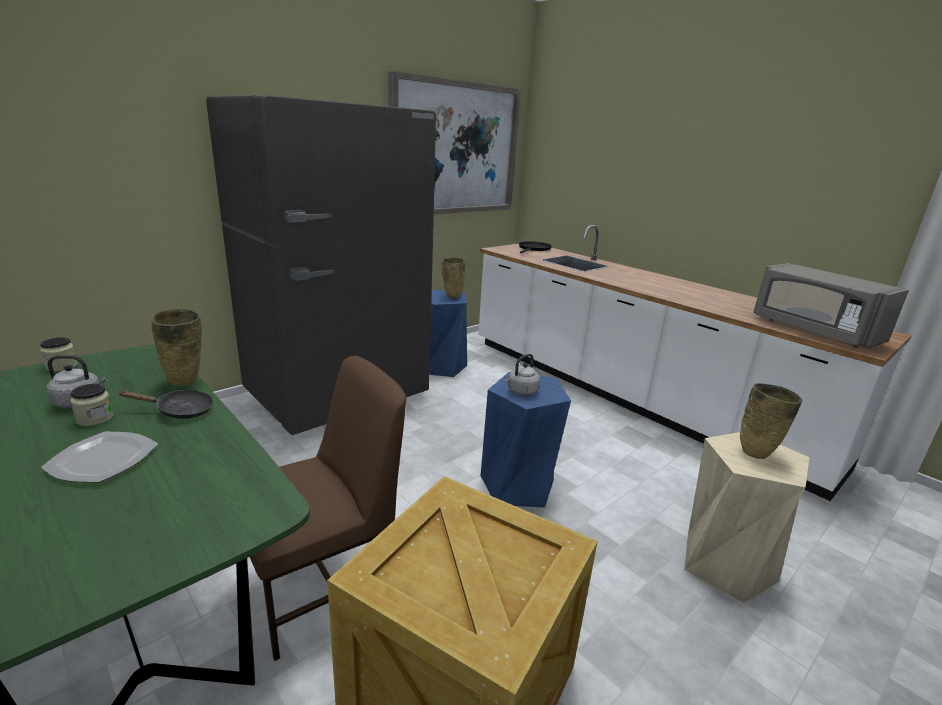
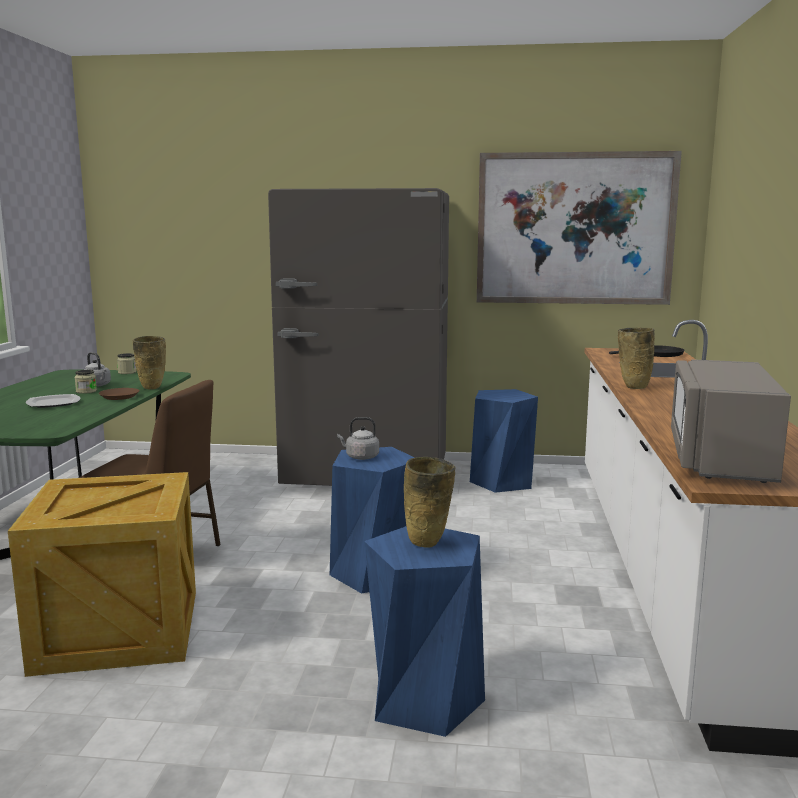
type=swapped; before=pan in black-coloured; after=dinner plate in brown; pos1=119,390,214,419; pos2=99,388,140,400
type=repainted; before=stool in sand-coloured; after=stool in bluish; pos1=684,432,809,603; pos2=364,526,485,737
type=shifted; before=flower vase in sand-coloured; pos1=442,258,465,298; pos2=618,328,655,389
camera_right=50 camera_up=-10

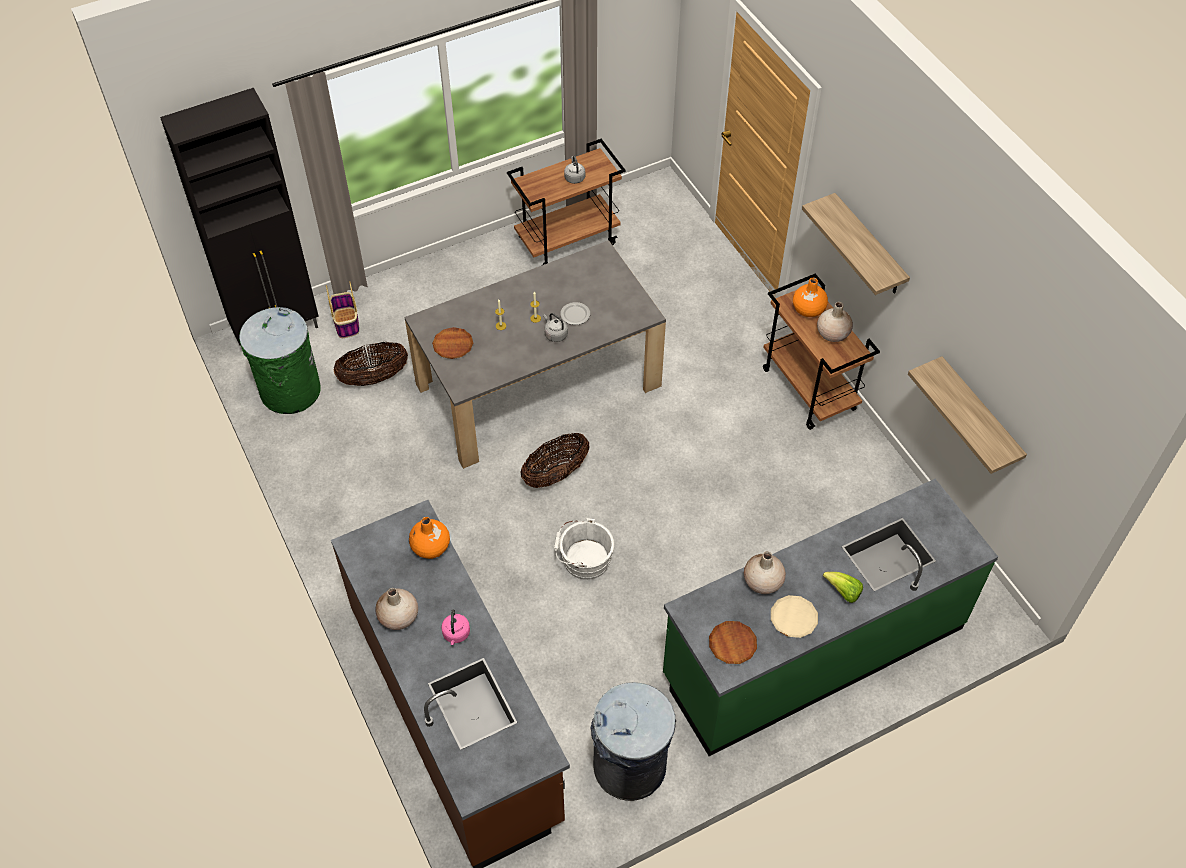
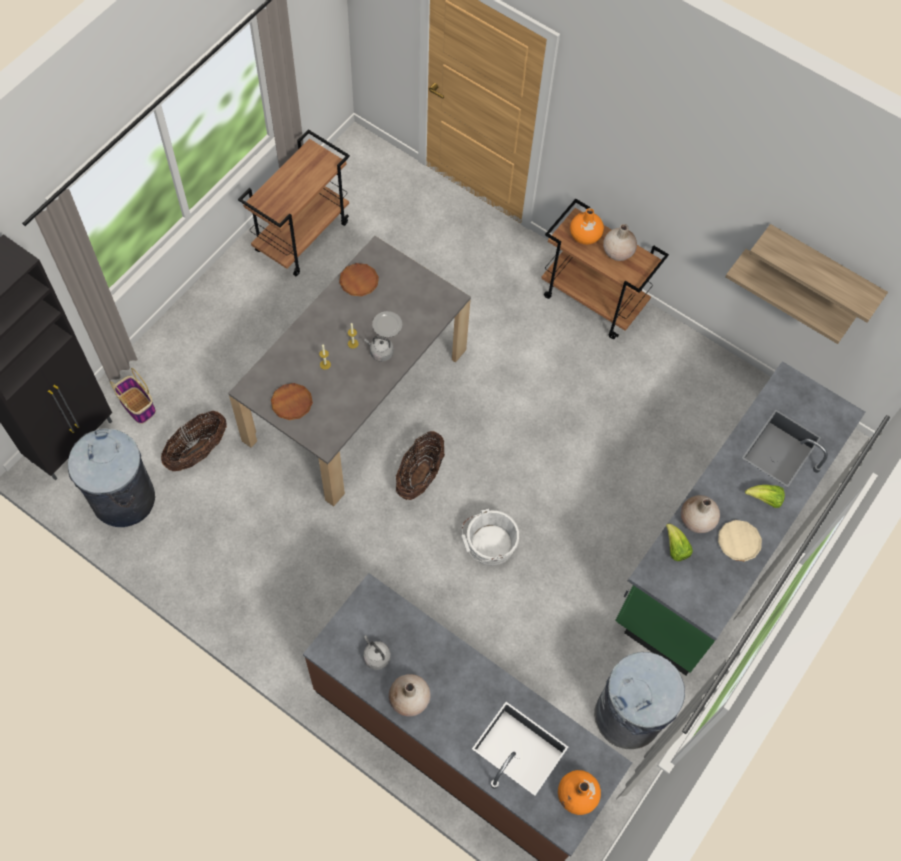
type=repainted; before=waste bin in green; after=waste bin in grey; pos1=239,307,321,414; pos2=68,428,155,527
type=shifted; before=dinner plate in brown; pos1=709,621,757,664; pos2=339,263,379,296
type=shifted; before=kettle in grey; pos1=564,156,585,184; pos2=363,635,391,670
type=shifted; before=flower vase in orange-coloured; pos1=409,517,450,559; pos2=558,770,601,815
type=new; after=lettuce; pos2=666,523,693,561
type=shifted; before=shelf; pos1=802,193,910,295; pos2=749,224,888,323
type=gone; before=kettle in pinkish; pos1=441,609,470,645
camera_right=-30 camera_up=10

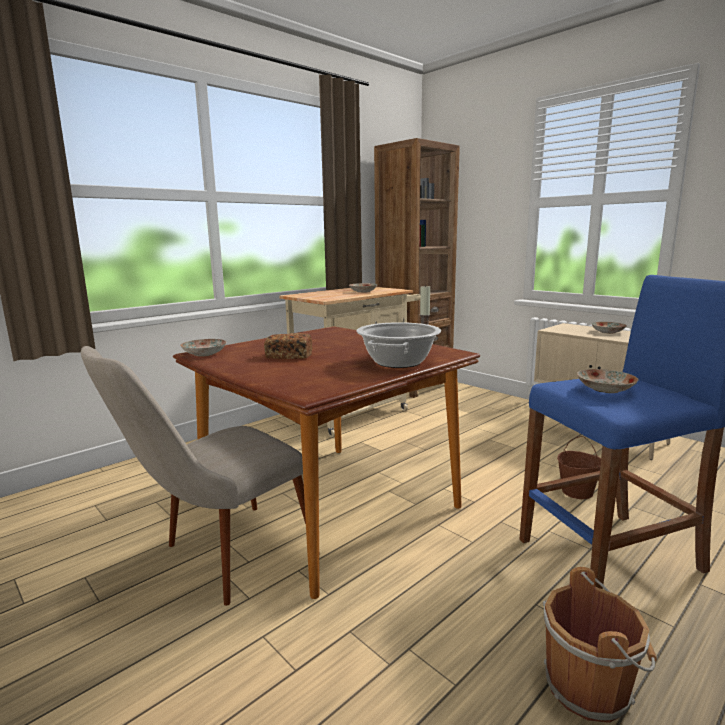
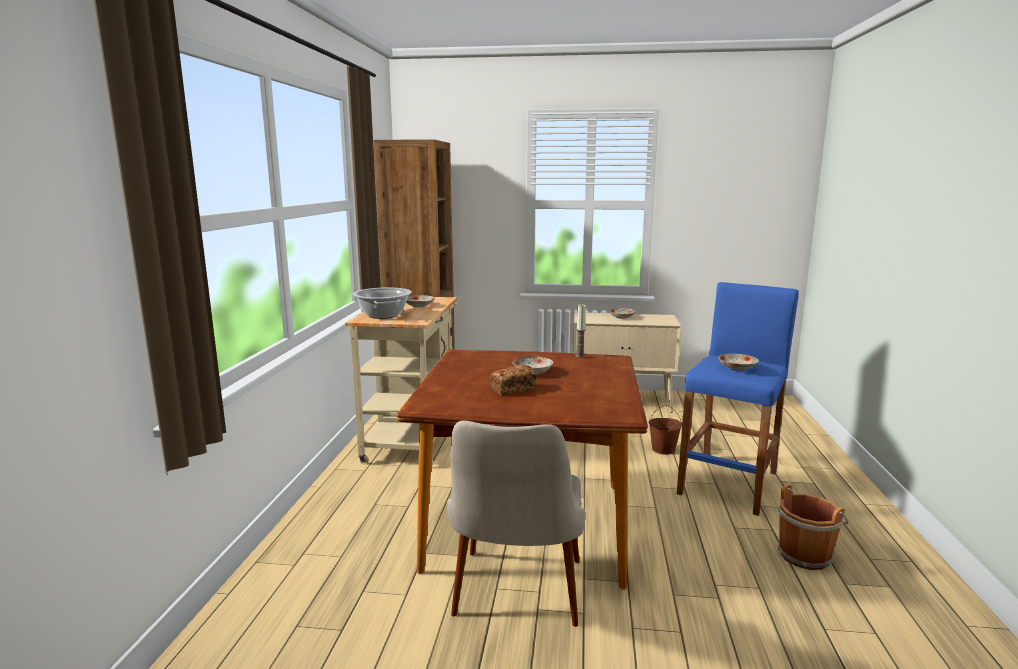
type=shifted; before=stockpot; pos1=356,322,441,368; pos2=353,287,412,319
type=shifted; before=dinner plate; pos1=180,339,226,356; pos2=512,356,553,374
camera_right=-40 camera_up=0

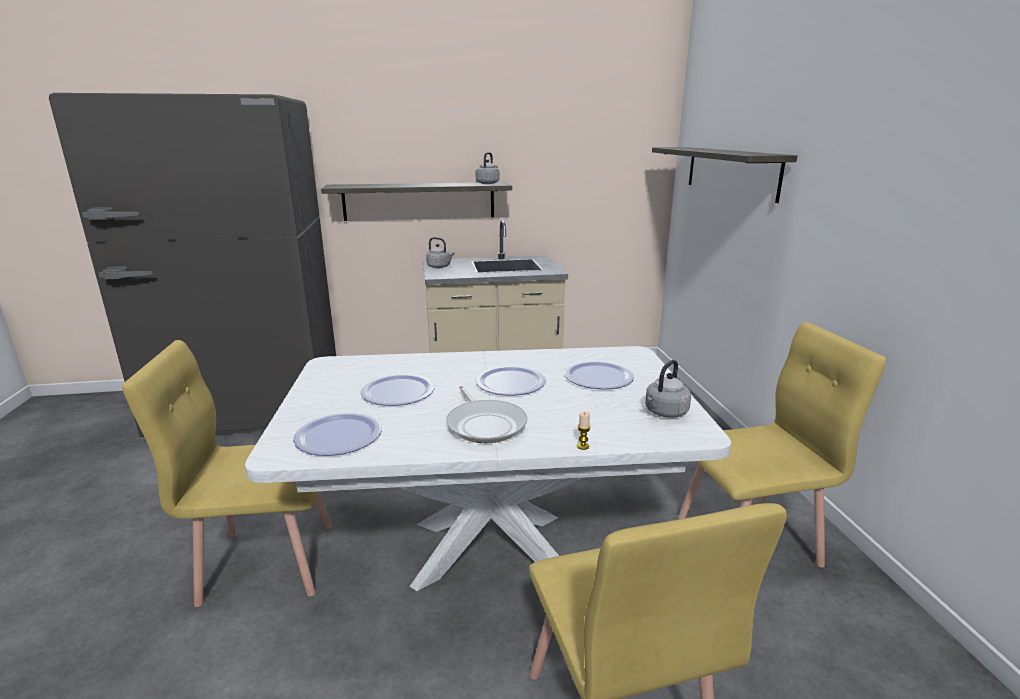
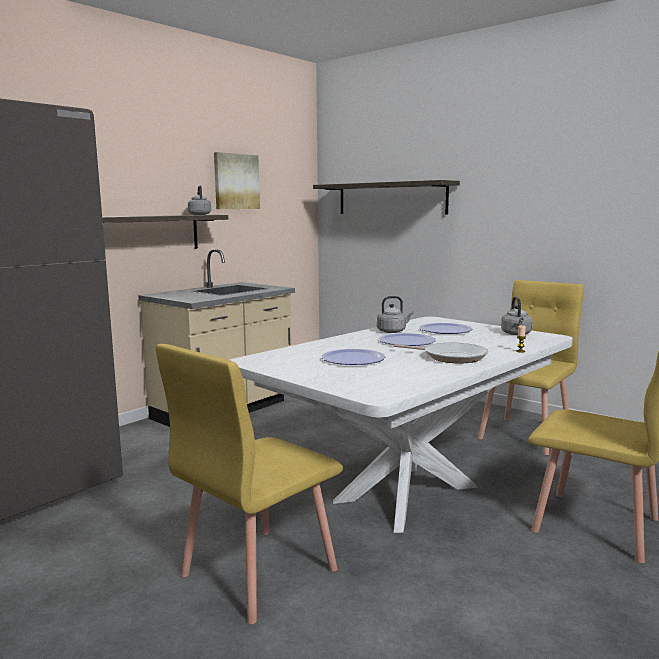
type=new; after=wall picture; pos2=214,152,260,209
type=shifted; before=kettle in grey; pos1=426,237,454,268; pos2=377,296,414,333
type=gone; before=dinner plate; pos1=293,413,382,456
camera_right=-40 camera_up=-10

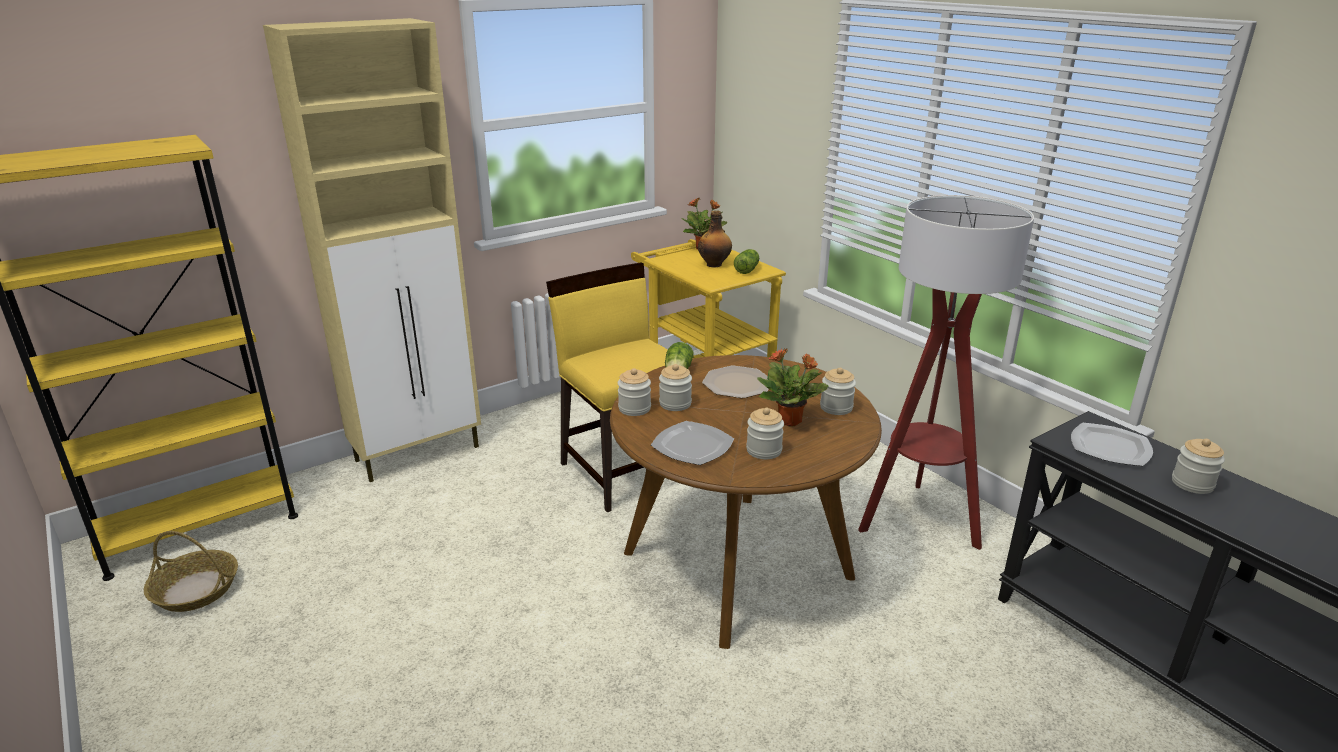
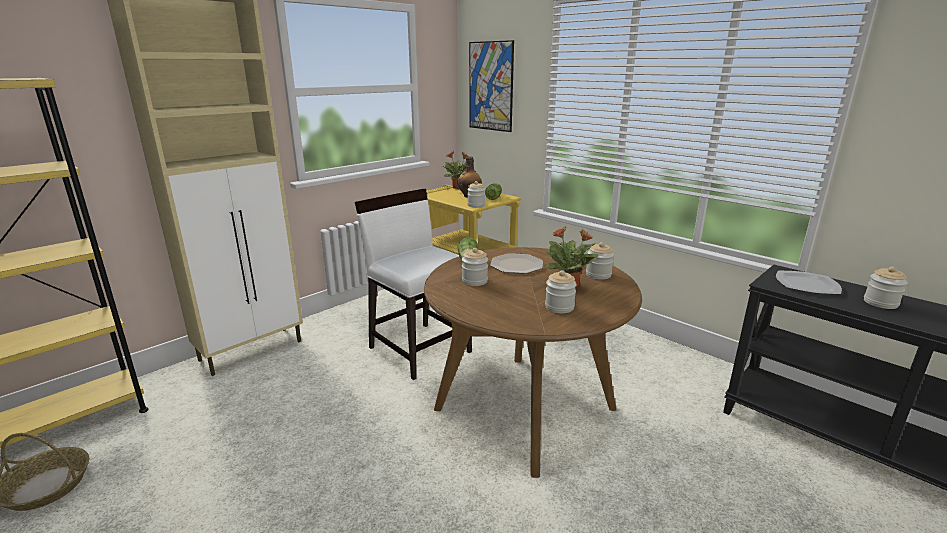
type=repainted; before=chair in yellowish; after=chair in white-coloured; pos1=546,262,668,512; pos2=355,189,472,380
type=shifted; before=preserve jar; pos1=618,368,651,416; pos2=467,181,485,207
type=new; after=wall picture; pos2=469,40,514,132
type=gone; before=dinner plate; pos1=651,421,734,465
type=gone; before=floor lamp; pos1=858,195,1034,550
camera_right=-10 camera_up=-5

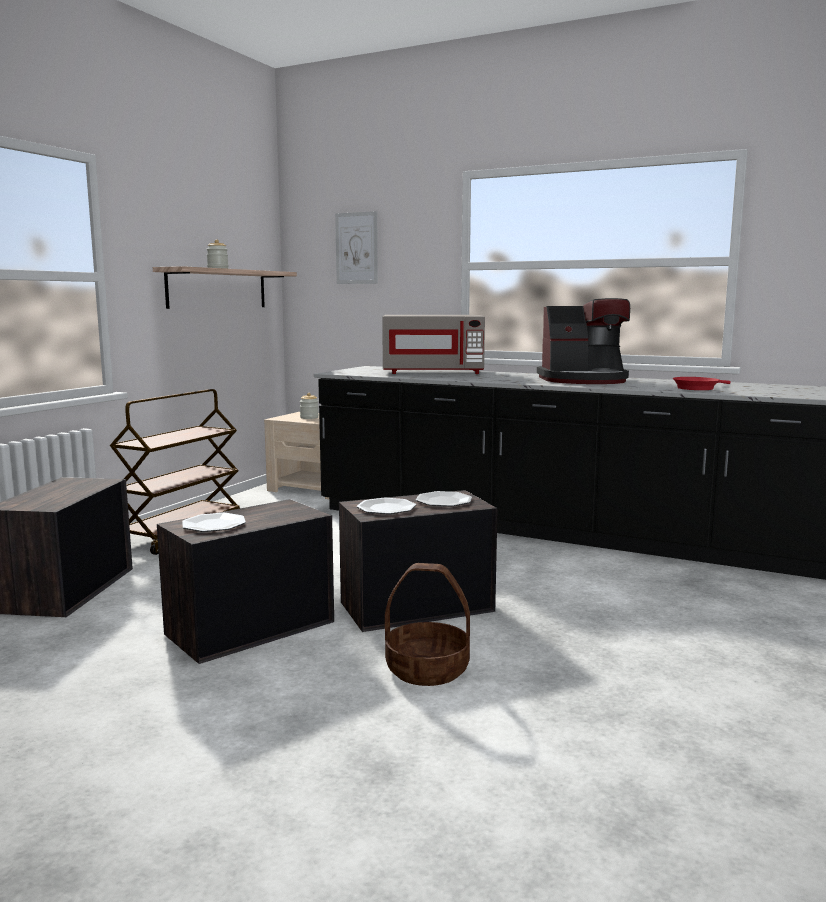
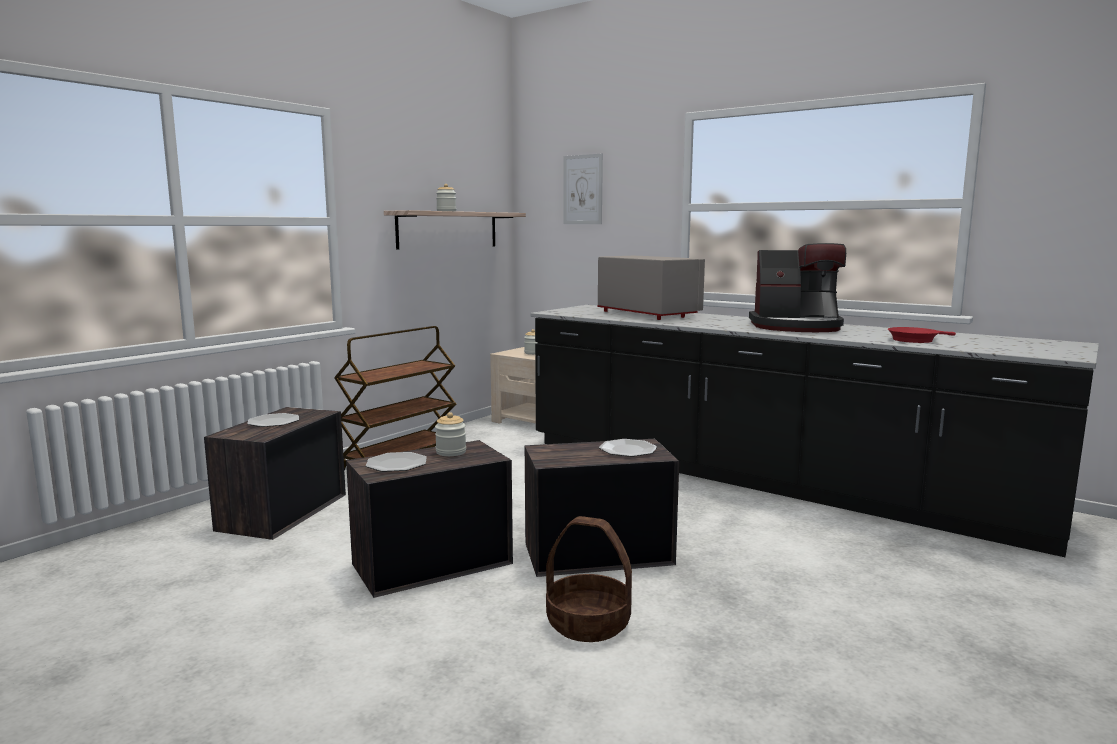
type=shifted; before=dinner plate; pos1=357,498,416,514; pos2=247,413,299,427
type=new; after=preserve jar; pos2=435,412,466,456
type=rotated; before=microwave oven in grey; pos1=382,315,485,374; pos2=597,256,705,320; turn=-135
camera_right=10 camera_up=0

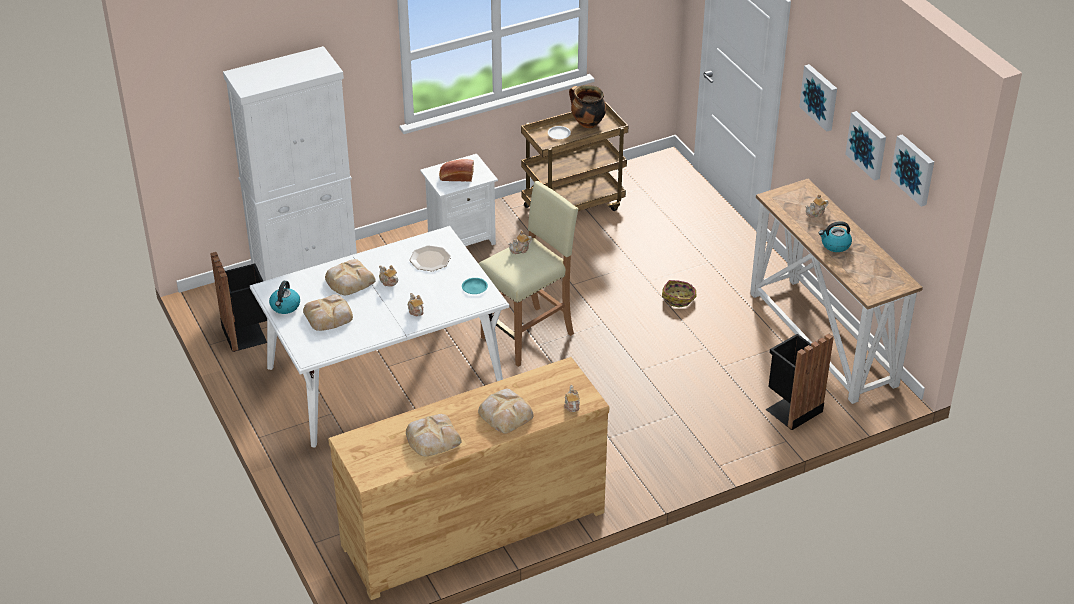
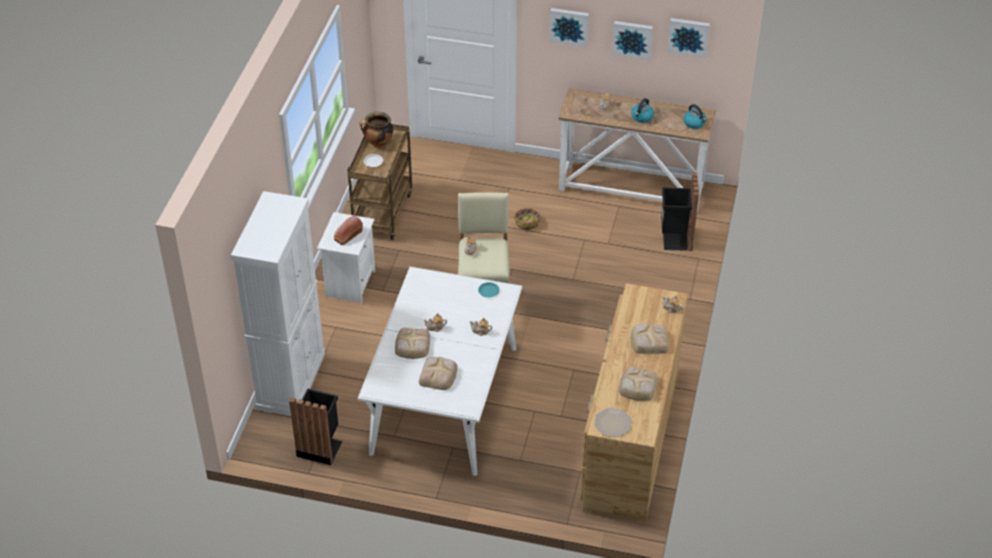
type=shifted; before=dinner plate; pos1=409,245,451,271; pos2=594,408,632,437
type=shifted; before=kettle; pos1=269,281,300,314; pos2=684,104,707,129
camera_right=-50 camera_up=5

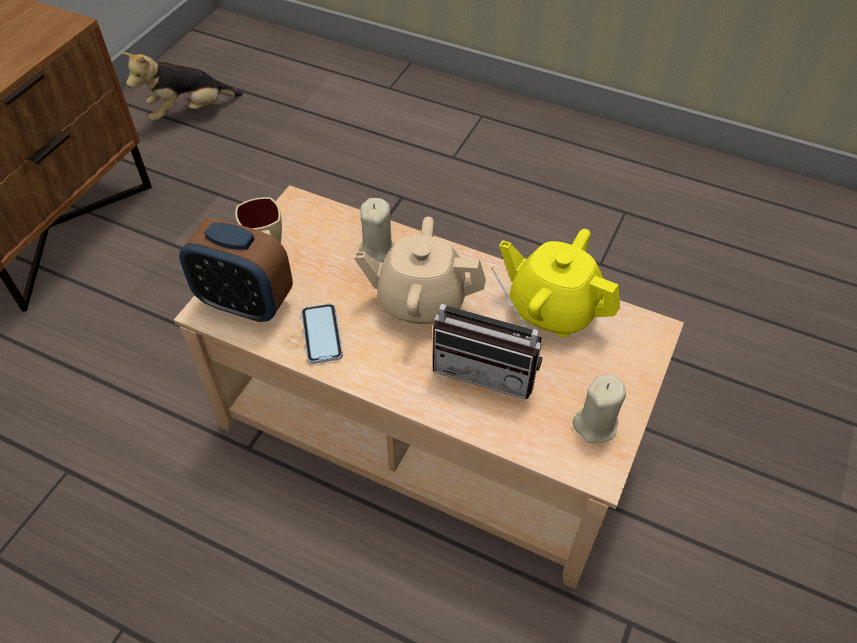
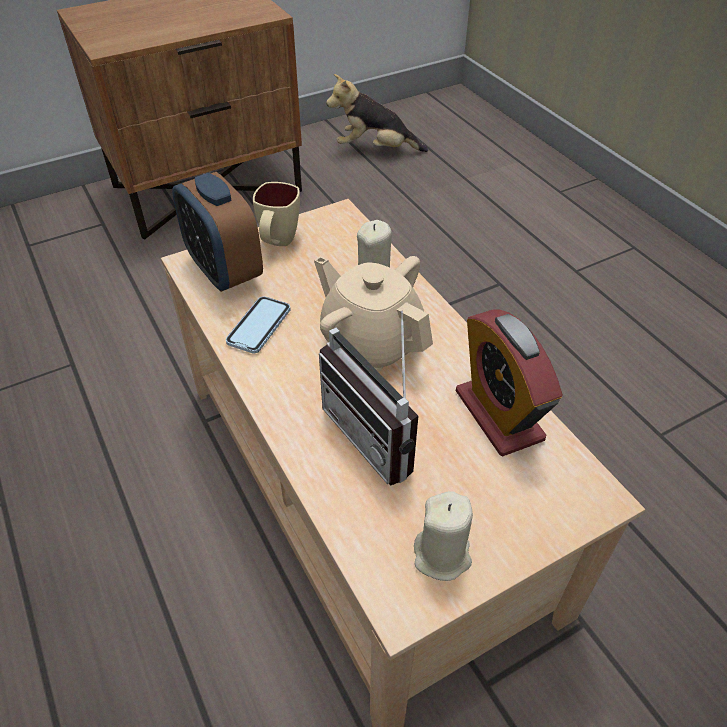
type=swapped; before=teapot in yellowish; after=bedside clock; pos1=499,229,620,337; pos2=456,310,563,456
camera_right=35 camera_up=-5

